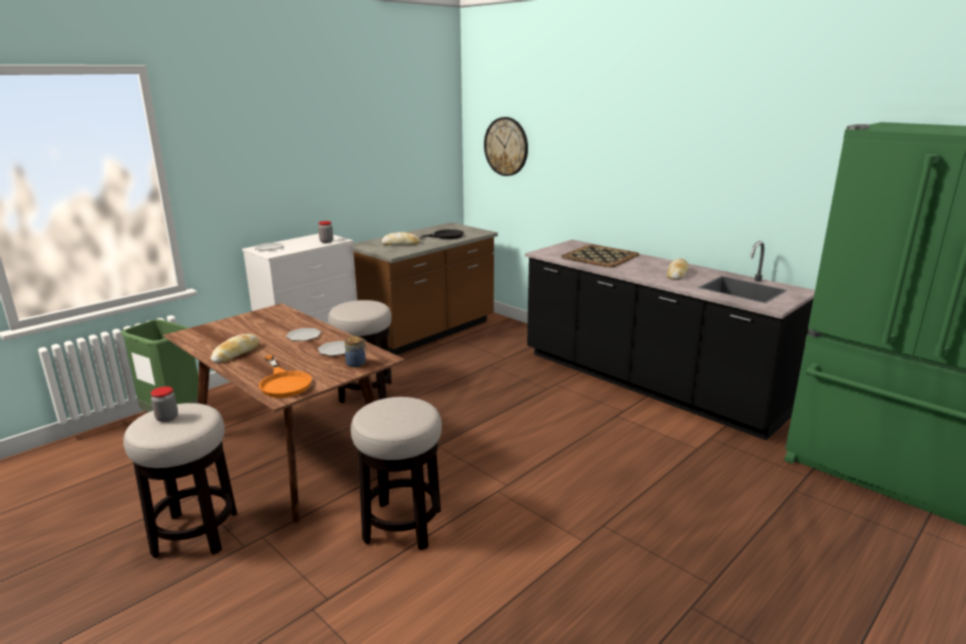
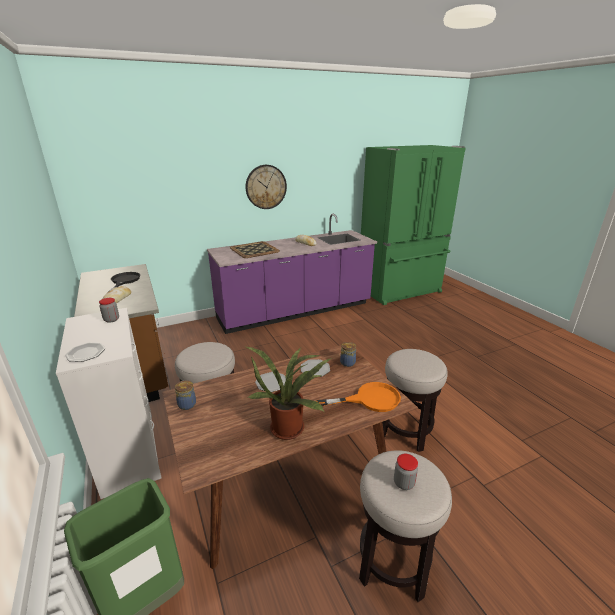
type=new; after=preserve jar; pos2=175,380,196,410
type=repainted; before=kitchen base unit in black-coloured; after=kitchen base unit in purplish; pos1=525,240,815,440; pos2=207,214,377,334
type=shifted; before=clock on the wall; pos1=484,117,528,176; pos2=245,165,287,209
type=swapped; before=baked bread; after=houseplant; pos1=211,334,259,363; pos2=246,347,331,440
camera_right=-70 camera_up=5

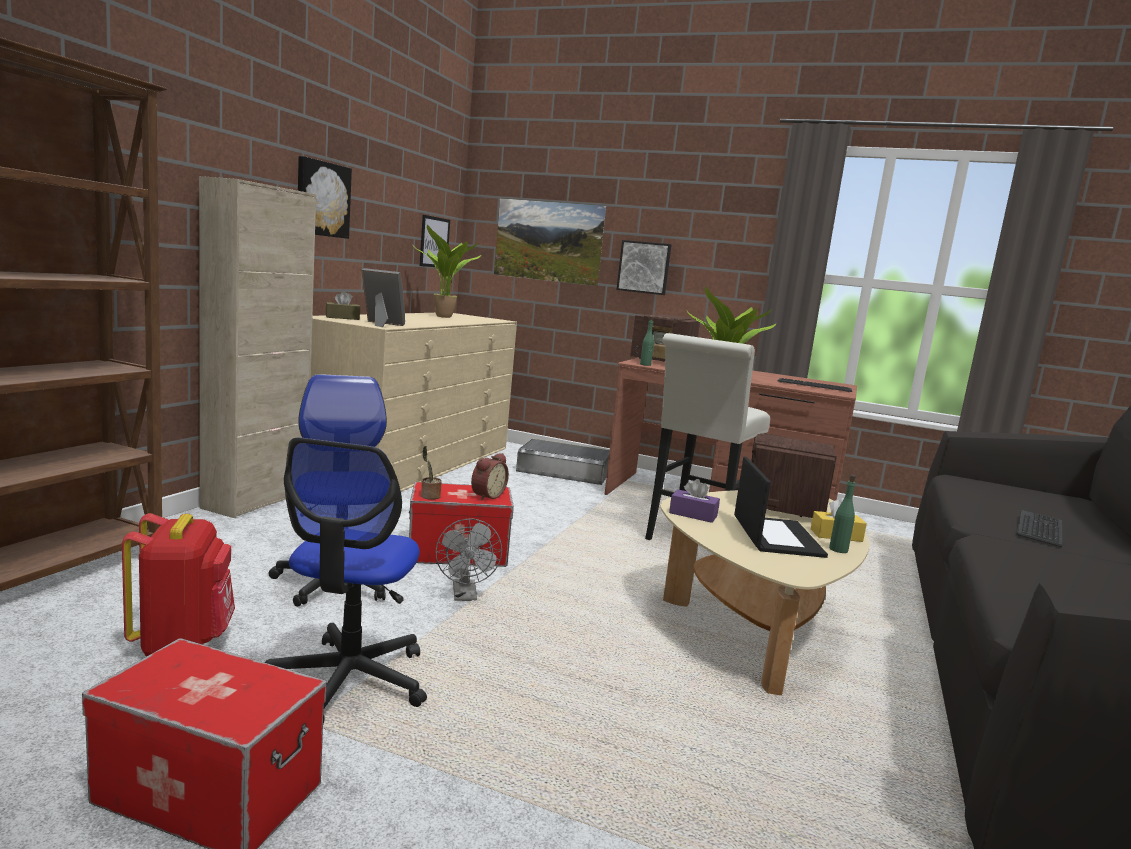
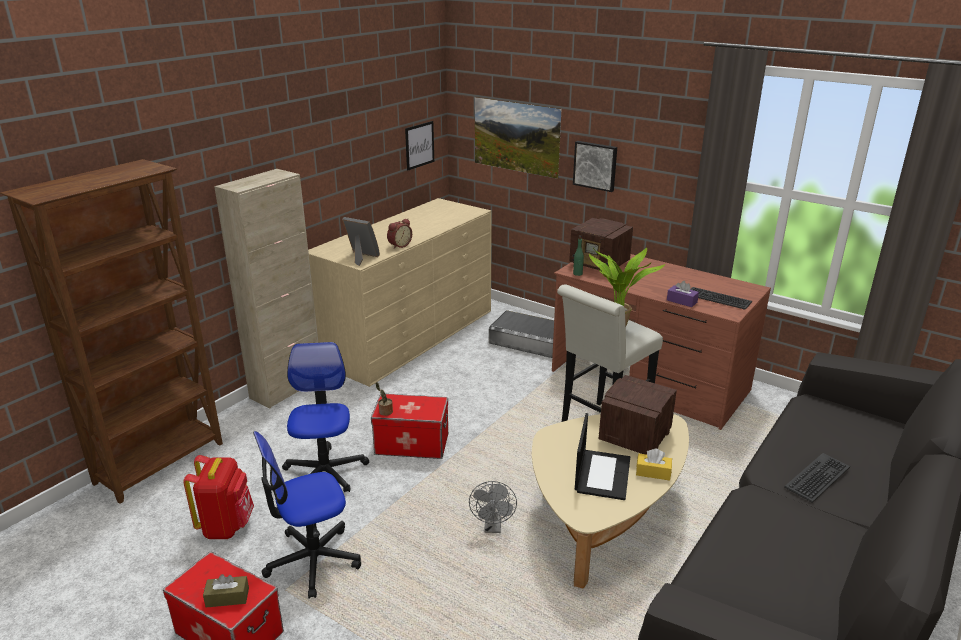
type=shifted; before=box of tissues in brown; pos1=326,291,360,320; pos2=203,574,249,608
type=rotated; before=desk chair; pos1=265,437,427,724; pos2=253,431,361,598; turn=45
type=shifted; before=bedside clock; pos1=471,453,509,501; pos2=387,219,412,249
type=shifted; before=electric fan in grey; pos1=435,518,502,601; pos2=469,481,517,533
type=shifted; before=box of tissues in purplish; pos1=669,479,720,523; pos2=667,281,699,307
type=gone; before=wall picture; pos1=298,156,352,239
type=gone; before=houseplant; pos1=414,225,481,318
type=gone; before=bottle in green; pos1=829,475,856,553
camera_right=15 camera_up=15

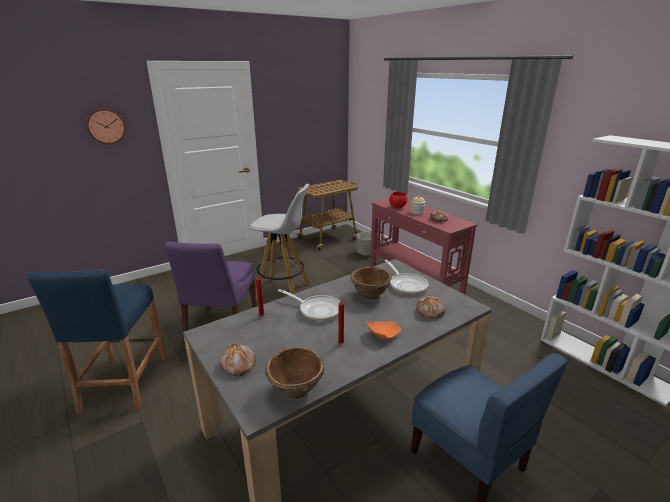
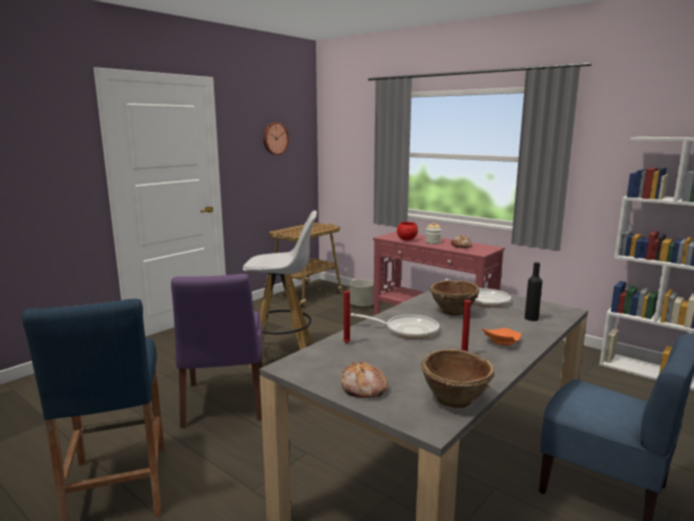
type=shifted; before=clock on the wall; pos1=86,108,126,144; pos2=263,122,289,155
type=swapped; before=baked bread; after=bottle in black-coloured; pos1=417,296,446,318; pos2=525,262,542,321
camera_right=-15 camera_up=-10

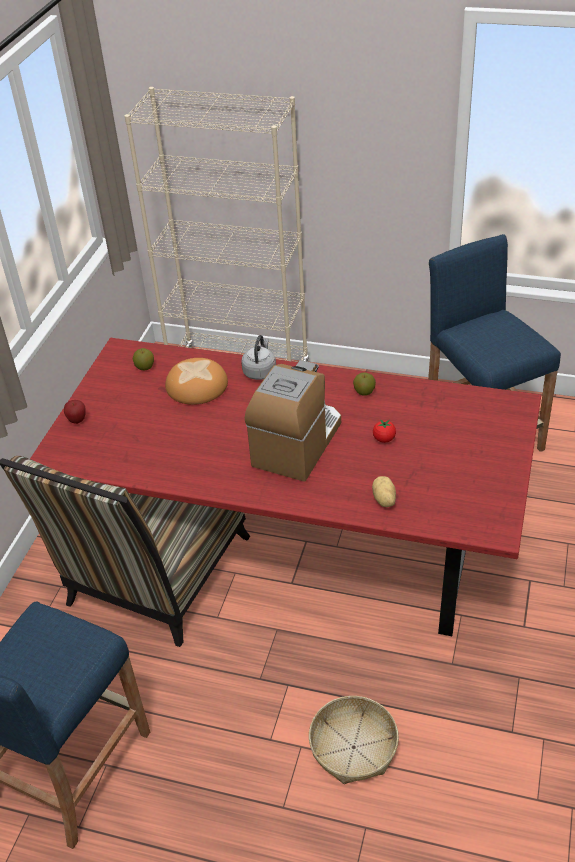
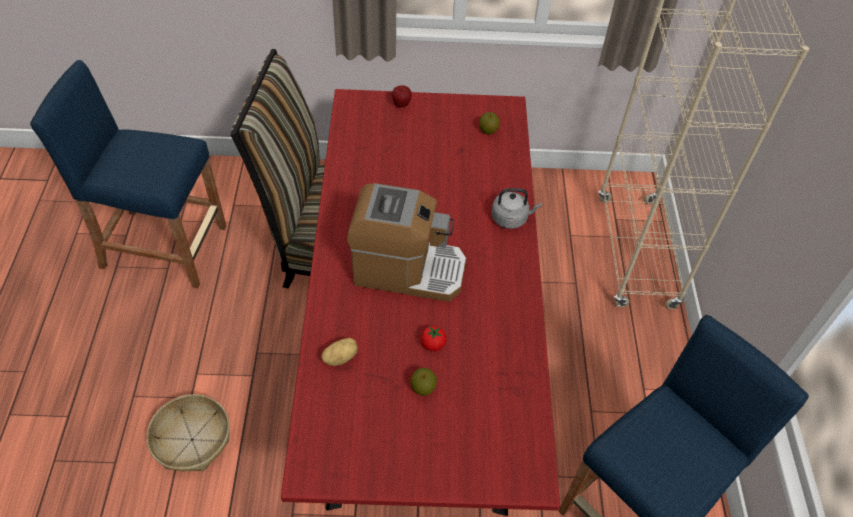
type=shifted; before=apple fruit; pos1=353,372,376,396; pos2=410,368,437,396
type=gone; before=baked bread; pos1=165,358,228,405
camera_right=70 camera_up=10

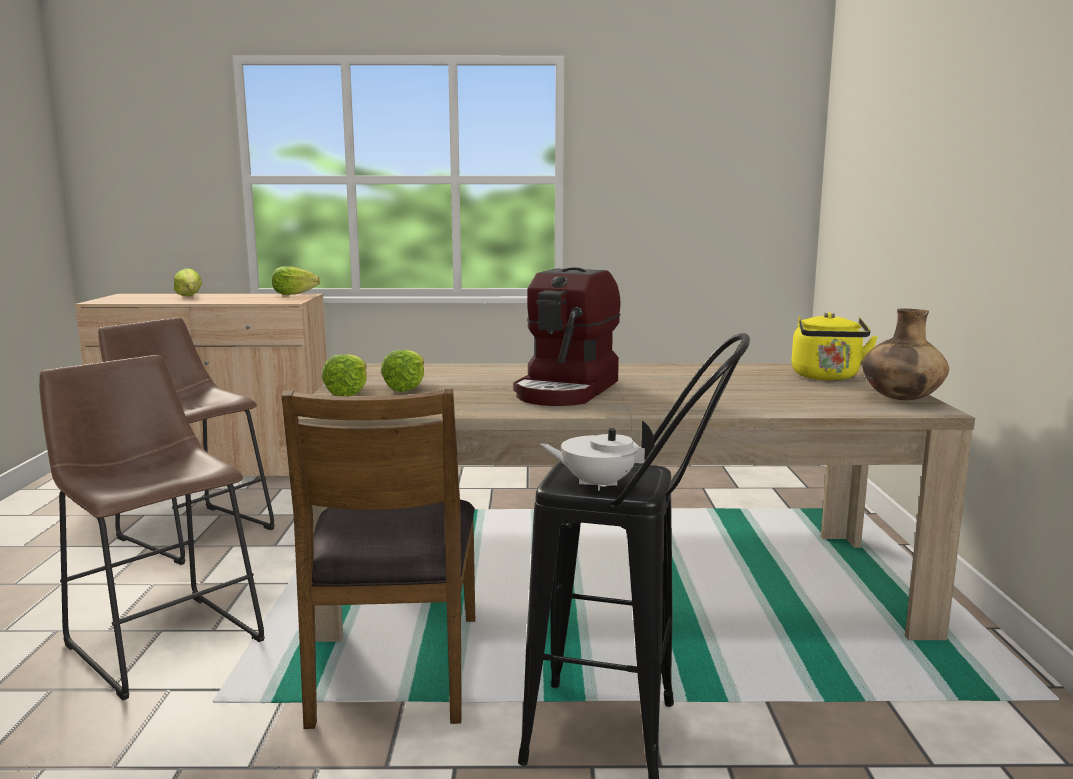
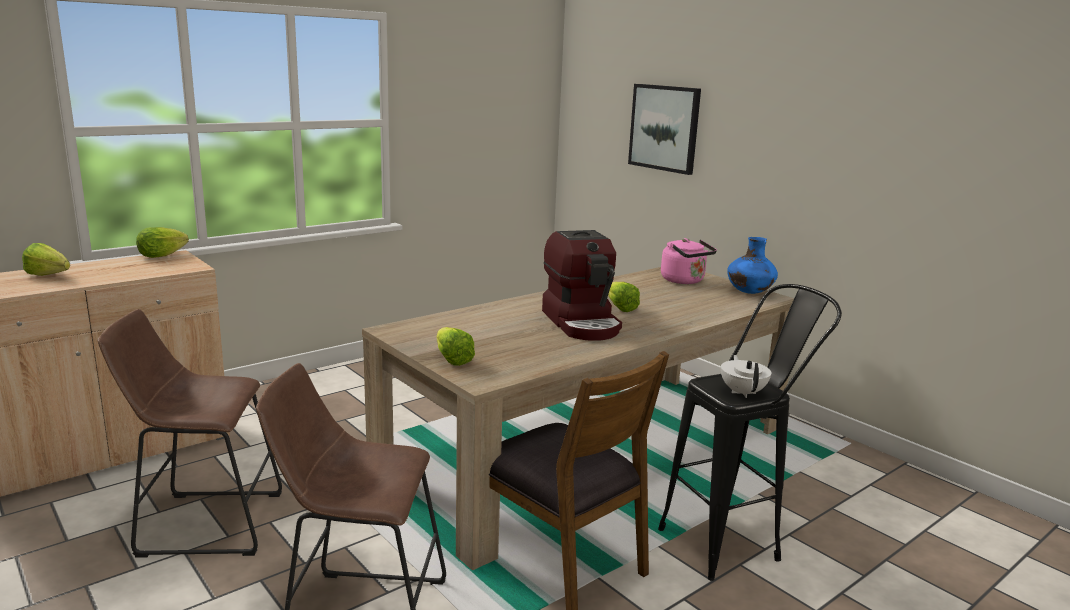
type=shifted; before=lettuce; pos1=381,350,424,392; pos2=608,282,640,312
type=new; after=wall picture; pos2=628,84,701,175
type=repainted; before=kettle in yellowish; after=kettle in pinkish; pos1=792,312,878,381; pos2=661,238,717,284
type=rotated; before=teapot in white-coloured; pos1=540,420,655,491; pos2=721,355,771,398; turn=120
type=repainted; before=flower vase in brown; after=flower vase in bluish; pos1=862,308,949,400; pos2=727,237,778,294
camera_right=-40 camera_up=5

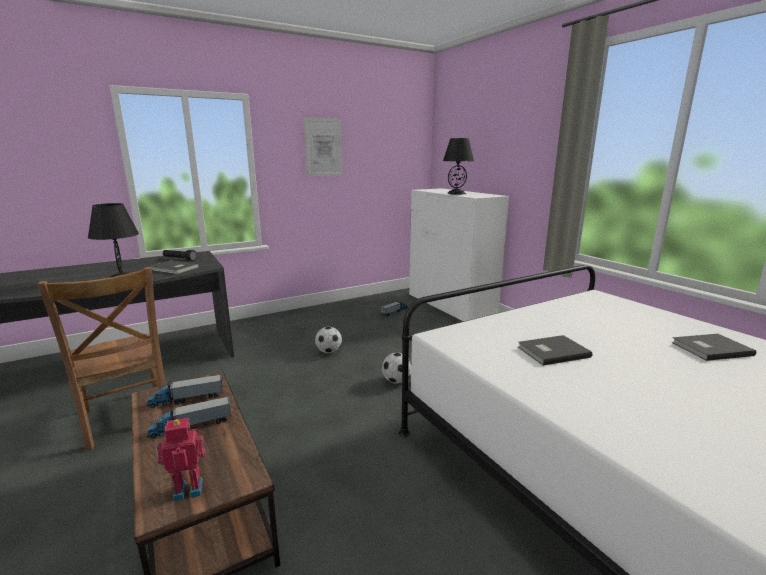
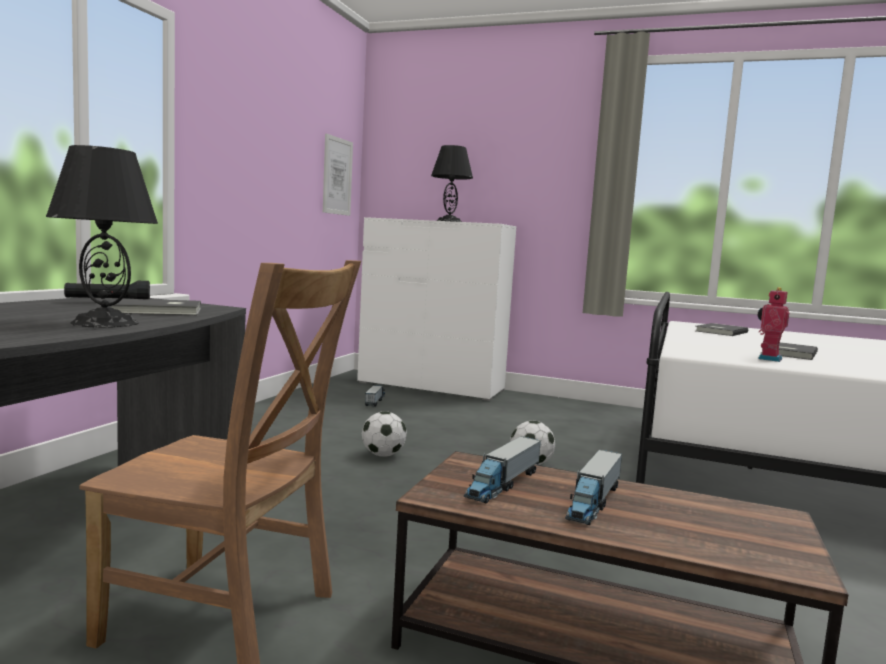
type=shifted; before=wall picture; pos1=304,117,343,176; pos2=323,134,353,216
type=shifted; before=bound book in grey; pos1=672,334,756,361; pos2=696,323,748,336
type=shifted; before=toy robot; pos1=157,418,206,502; pos2=758,287,789,362
camera_right=-40 camera_up=-10

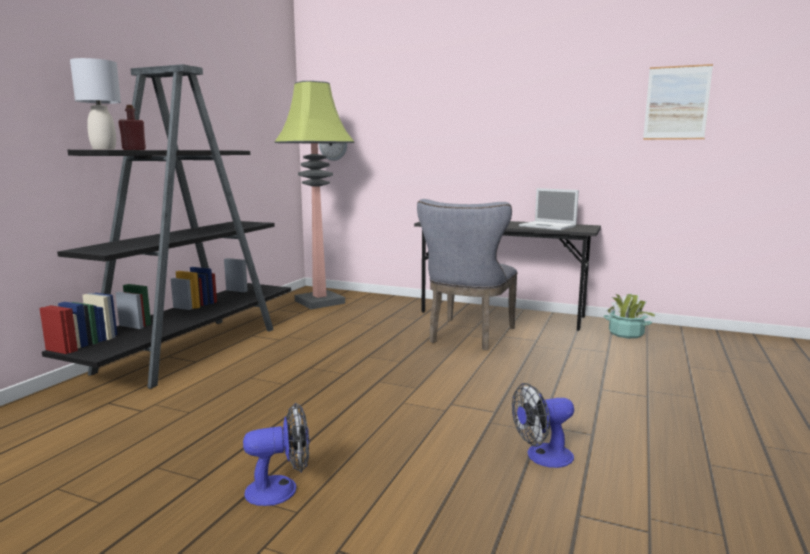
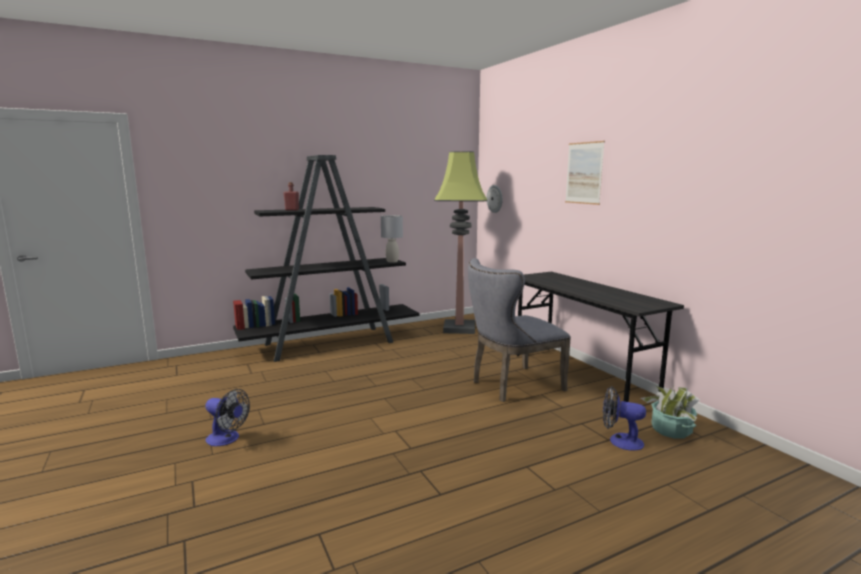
type=shifted; before=table lamp in grey; pos1=70,58,121,150; pos2=381,215,403,263
type=shifted; before=wall picture; pos1=643,64,713,140; pos2=565,141,605,205
type=shifted; before=electric fan; pos1=512,383,574,468; pos2=603,386,646,451
type=gone; before=notebook computer; pos1=519,188,579,230
camera_right=40 camera_up=0

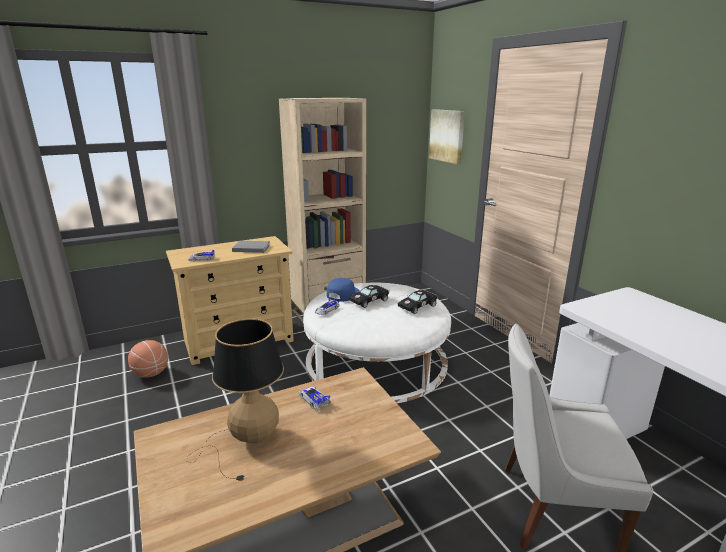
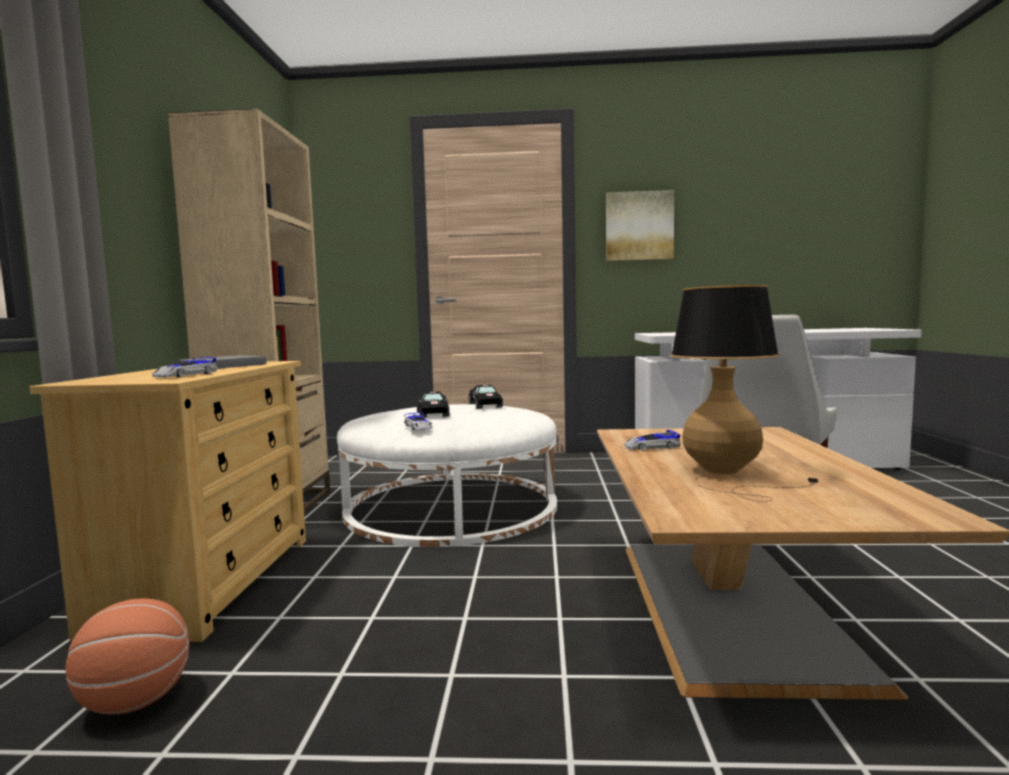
type=shifted; before=wall picture; pos1=429,109,465,164; pos2=606,190,674,261
type=gone; before=baseball cap in bluish; pos1=327,278,359,302
camera_right=-60 camera_up=-15

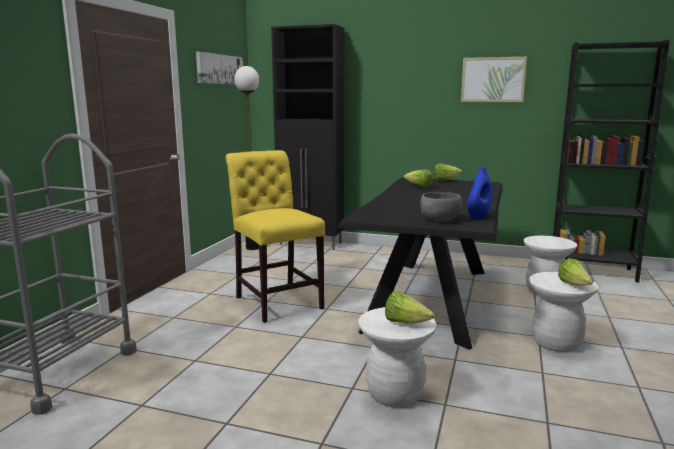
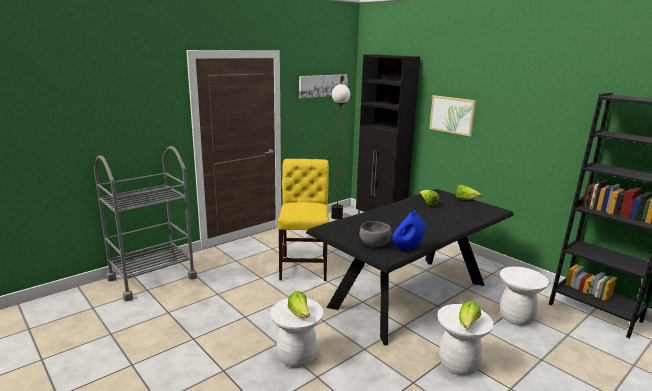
type=shifted; before=wall picture; pos1=461,57,527,102; pos2=429,95,476,137
camera_right=30 camera_up=5

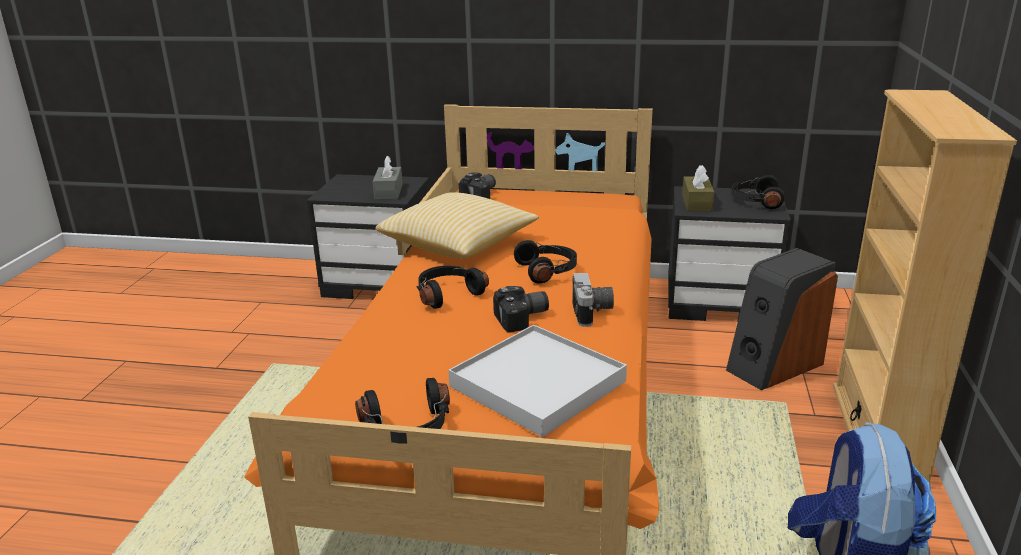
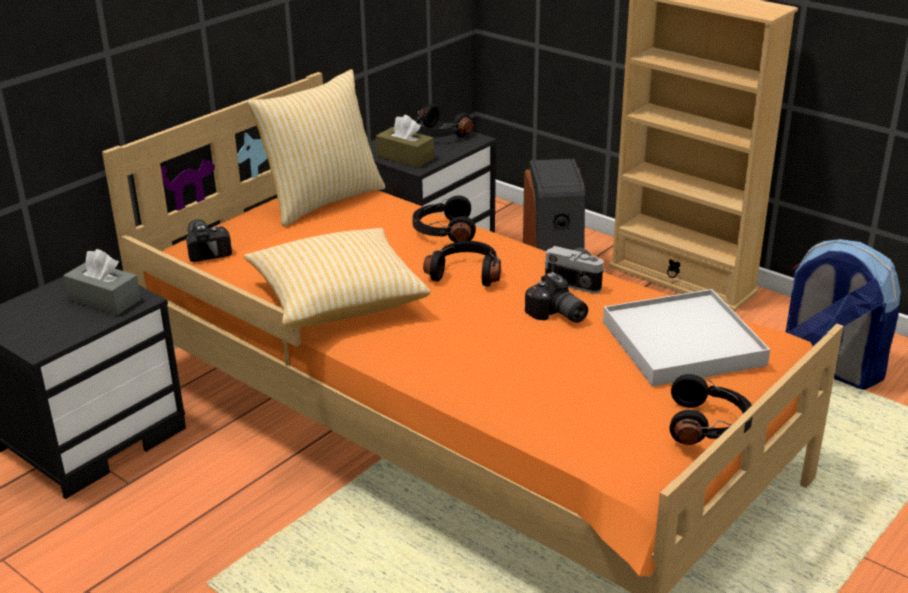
type=new; after=pillow; pos2=247,69,385,227
type=shifted; before=headphones in black-coloured; pos1=416,266,489,309; pos2=412,196,476,242
type=rotated; before=still camera; pos1=493,286,549,332; pos2=525,272,588,323; turn=135
camera_right=-60 camera_up=5

